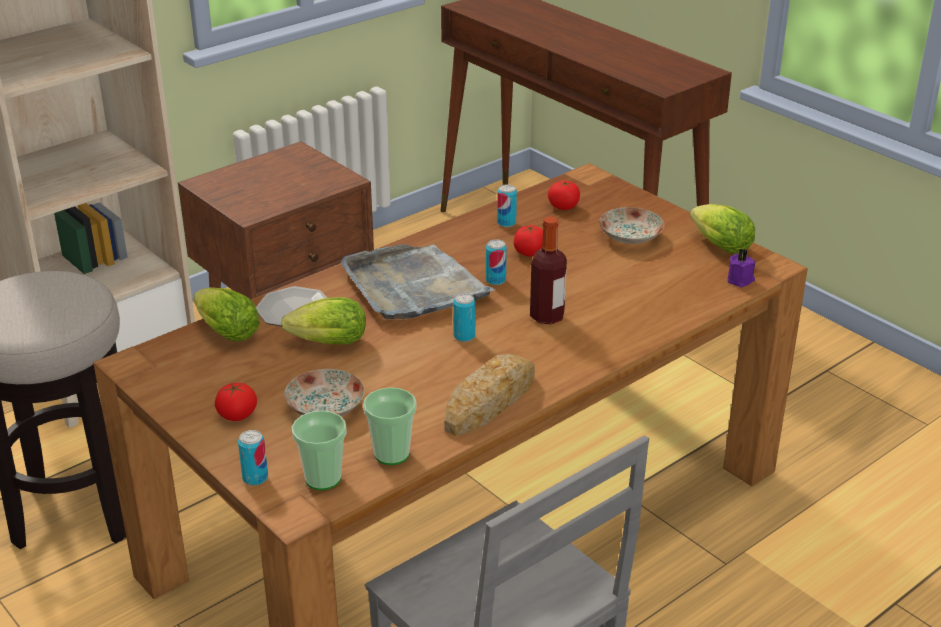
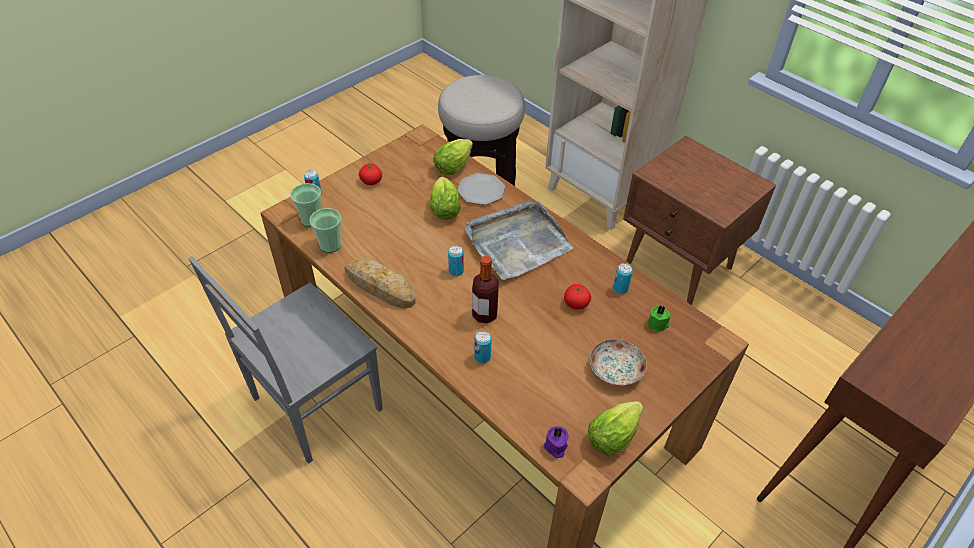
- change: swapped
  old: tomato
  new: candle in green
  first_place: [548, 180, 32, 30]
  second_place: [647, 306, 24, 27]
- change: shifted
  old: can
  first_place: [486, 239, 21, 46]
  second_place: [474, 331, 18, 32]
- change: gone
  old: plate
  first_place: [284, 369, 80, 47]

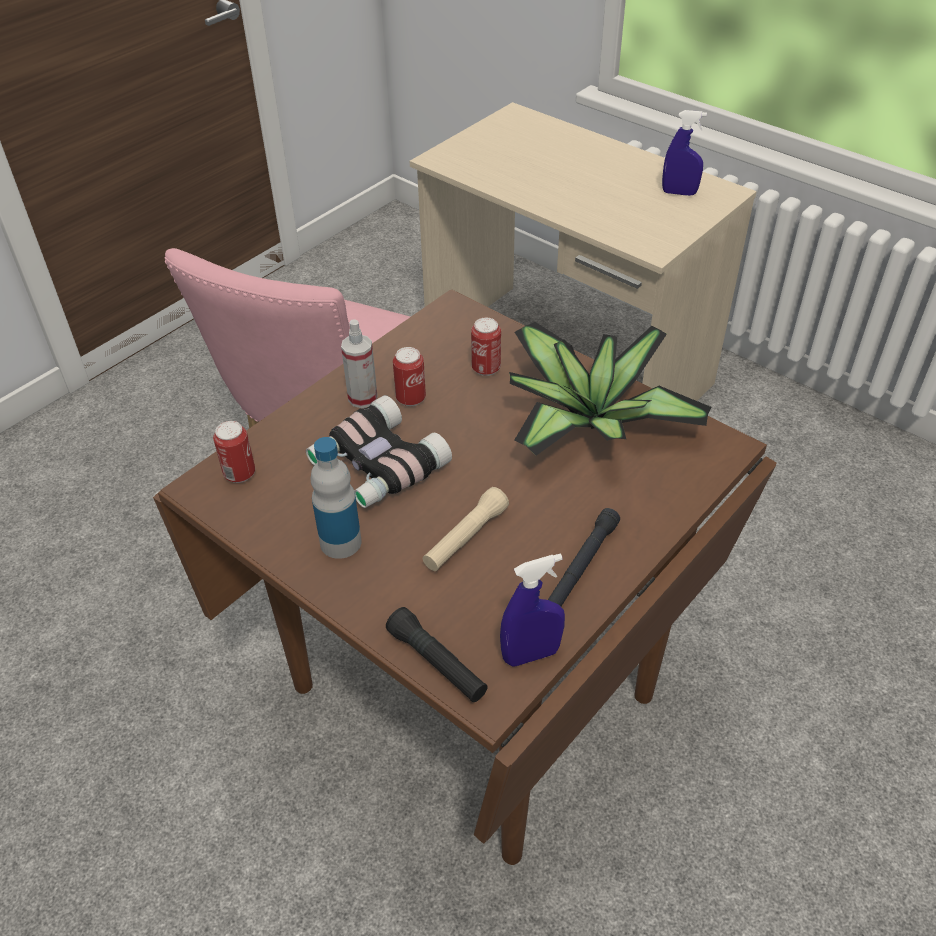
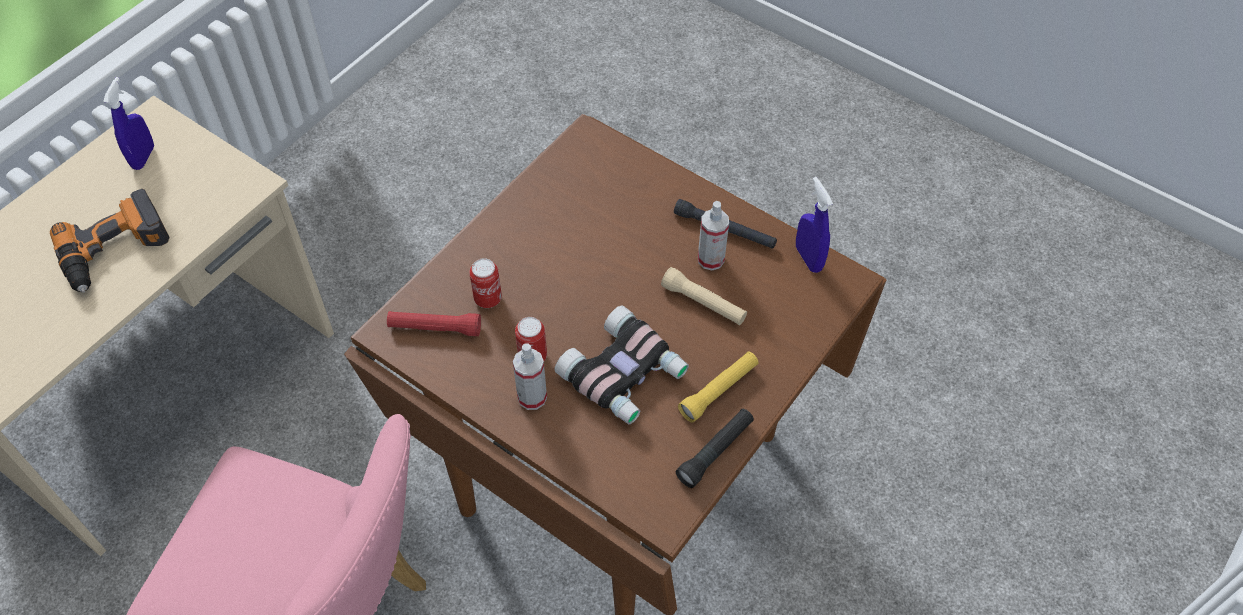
- change: gone
  old: potted plant
  first_place: [509, 322, 202, 134]
- change: gone
  old: can
  first_place: [213, 421, 42, 62]
- change: swapped
  old: bottle
  new: flashlight in yellow
  first_place: [311, 437, 51, 122]
  second_place: [678, 351, 81, 72]
- change: shifted
  old: flashlight in black
  first_place: [386, 607, 102, 95]
  second_place: [676, 409, 78, 79]
- change: new
  new: power drill
  second_place: [50, 189, 119, 104]
- change: new
  new: spray bottle
  second_place: [698, 201, 31, 69]
- change: new
  new: flashlight in red
  second_place: [387, 311, 94, 25]

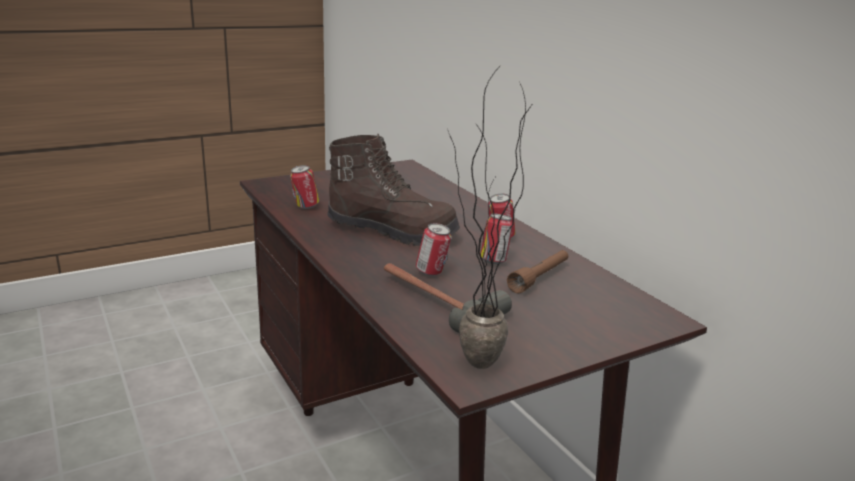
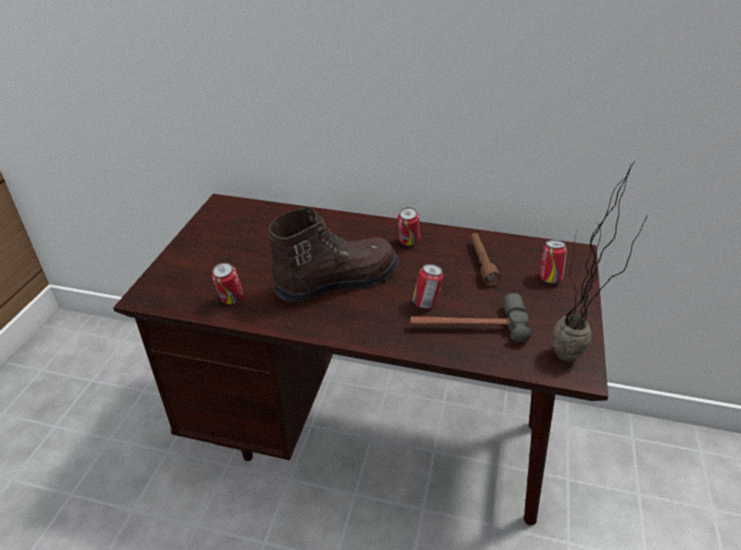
- change: shifted
  old: can
  first_place: [481, 214, 32, 50]
  second_place: [540, 240, 27, 44]

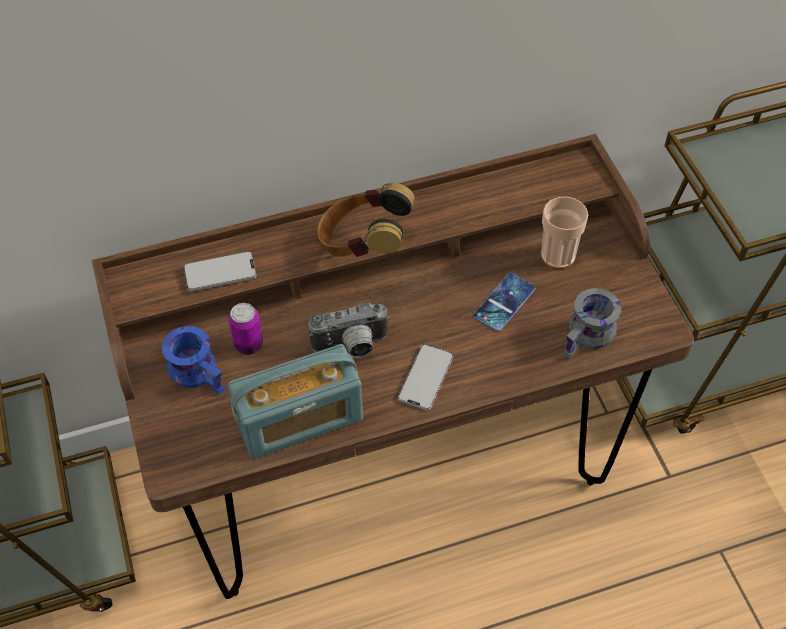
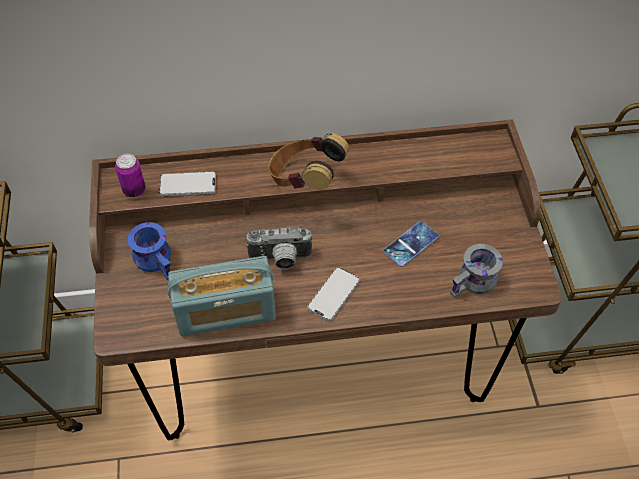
- change: gone
  old: cup
  first_place: [541, 196, 47, 73]
- change: shifted
  old: can
  first_place: [229, 303, 34, 52]
  second_place: [115, 154, 31, 43]

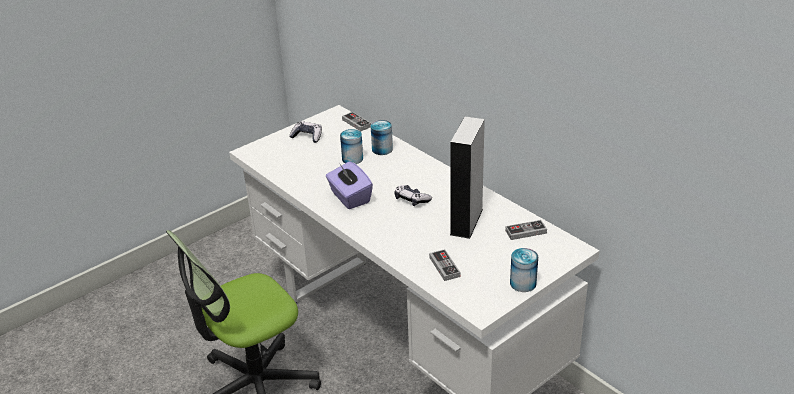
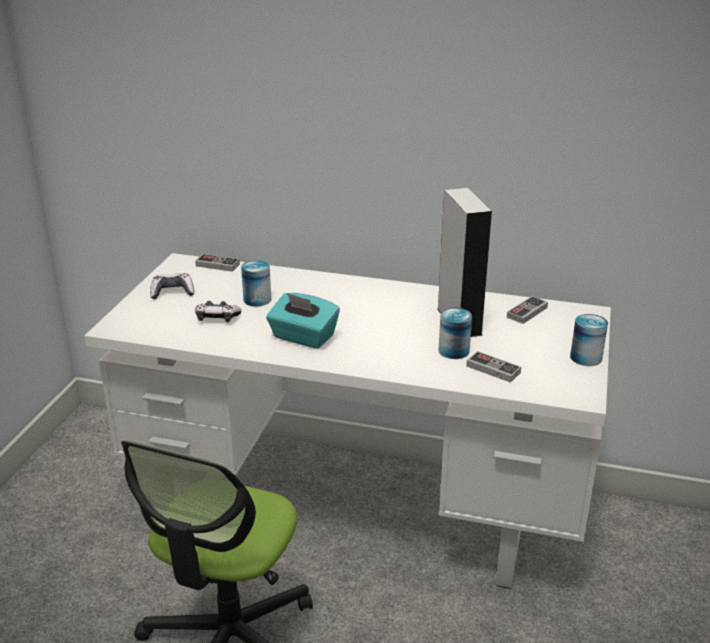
- change: shifted
  old: can
  first_place: [371, 120, 22, 35]
  second_place: [439, 308, 33, 51]
- change: repainted
  old: tissue box in purple
  new: tissue box in turquoise
  first_place: [326, 161, 47, 48]
  second_place: [266, 293, 74, 56]
- change: shifted
  old: game controller
  first_place: [394, 185, 38, 21]
  second_place: [195, 301, 46, 21]

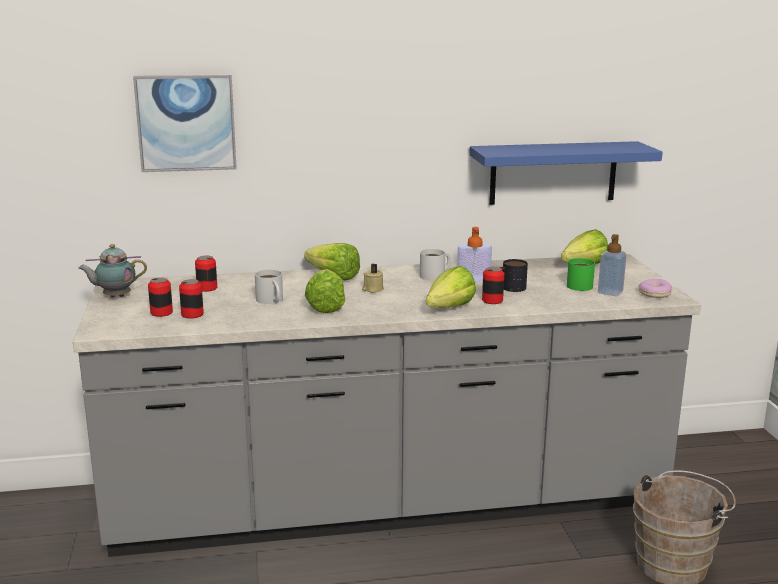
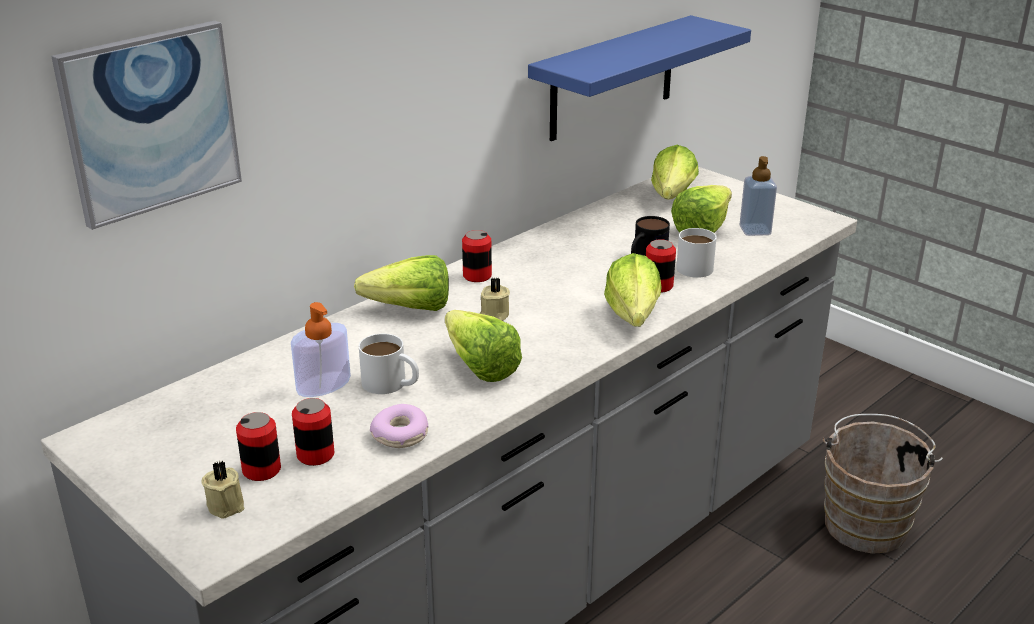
- change: shifted
  old: soap dispenser
  first_place: [457, 227, 35, 54]
  second_place: [291, 302, 60, 95]
- change: gone
  old: teapot
  first_place: [78, 244, 69, 54]
- change: shifted
  old: mug in white
  first_place: [420, 249, 31, 32]
  second_place: [676, 228, 41, 50]
- change: shifted
  old: can
  first_place: [195, 256, 22, 36]
  second_place: [462, 230, 30, 52]
- change: swapped
  old: mug in green
  new: lettuce
  first_place: [567, 258, 28, 33]
  second_place: [671, 185, 61, 48]
- change: shifted
  old: donut
  first_place: [638, 279, 34, 19]
  second_place: [370, 404, 59, 44]
- change: new
  new: candle in beige
  second_place: [202, 461, 42, 58]

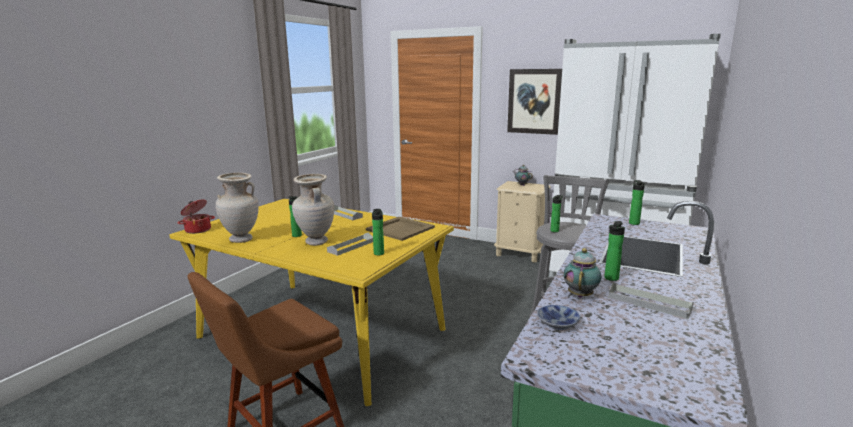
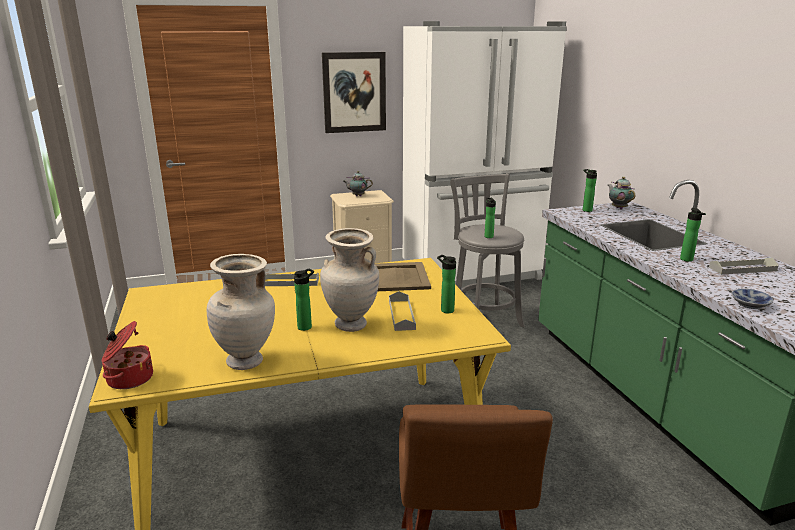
- change: shifted
  old: teapot
  first_place: [563, 248, 38, 50]
  second_place: [608, 177, 28, 32]

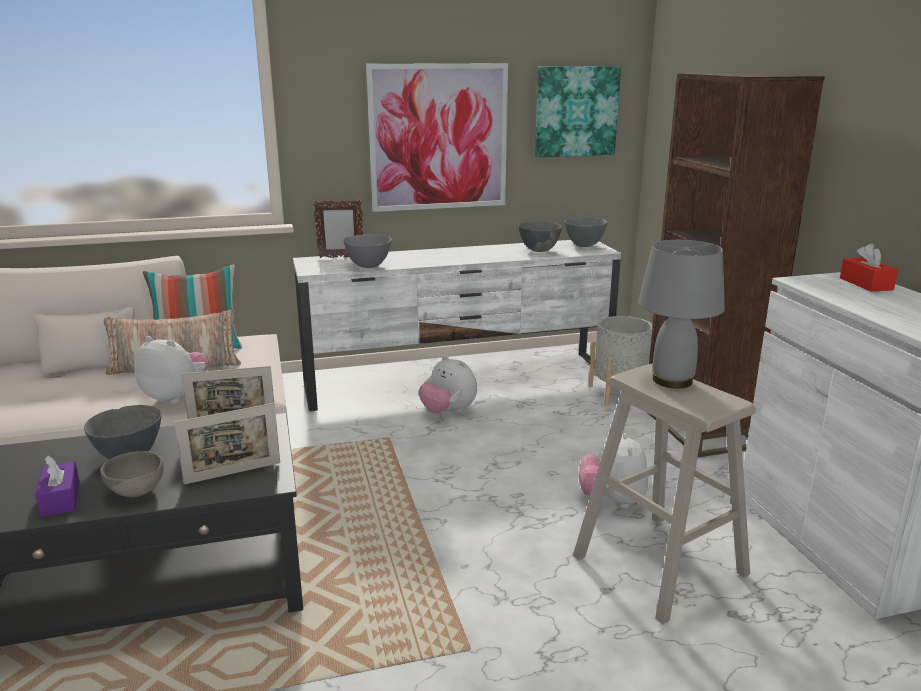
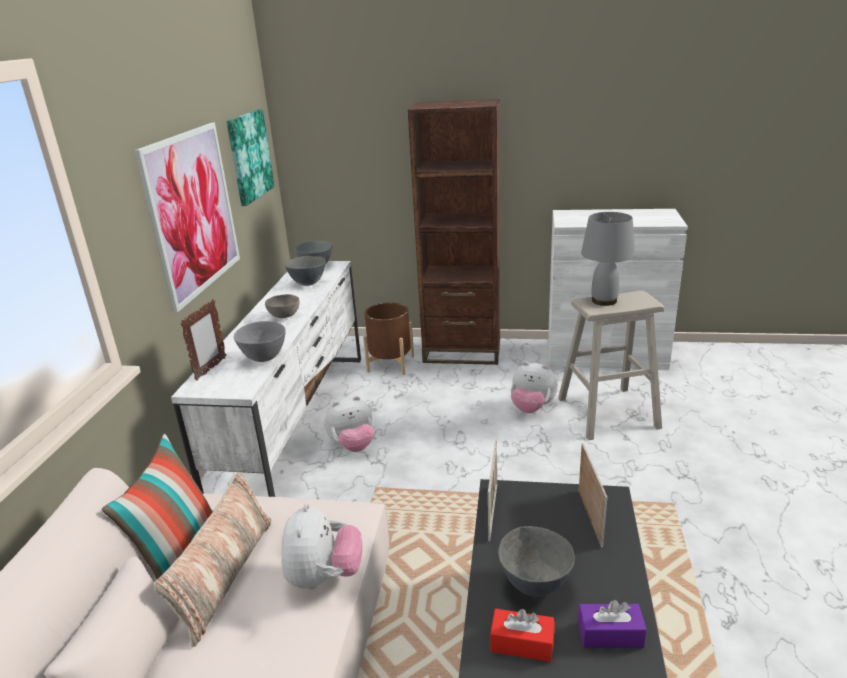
- change: shifted
  old: tissue box in red
  first_place: [840, 243, 58, 49]
  second_place: [490, 609, 65, 53]
- change: repainted
  old: planter in grey
  new: planter in brown
  first_place: [589, 316, 64, 90]
  second_place: [363, 302, 51, 73]
- change: rotated
  old: plush toy
  first_place: [134, 336, 74, 68]
  second_place: [281, 503, 81, 86]
  degrees: 135
- change: shifted
  old: bowl in grey
  first_place: [100, 451, 63, 46]
  second_place: [265, 294, 35, 24]

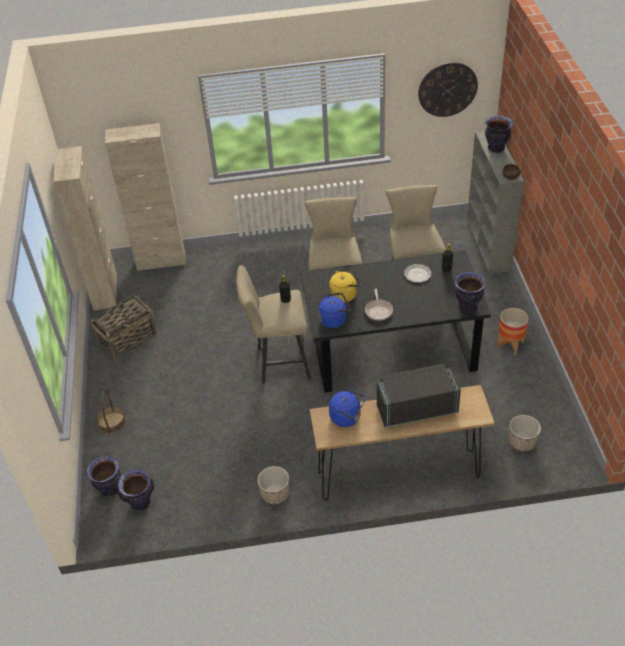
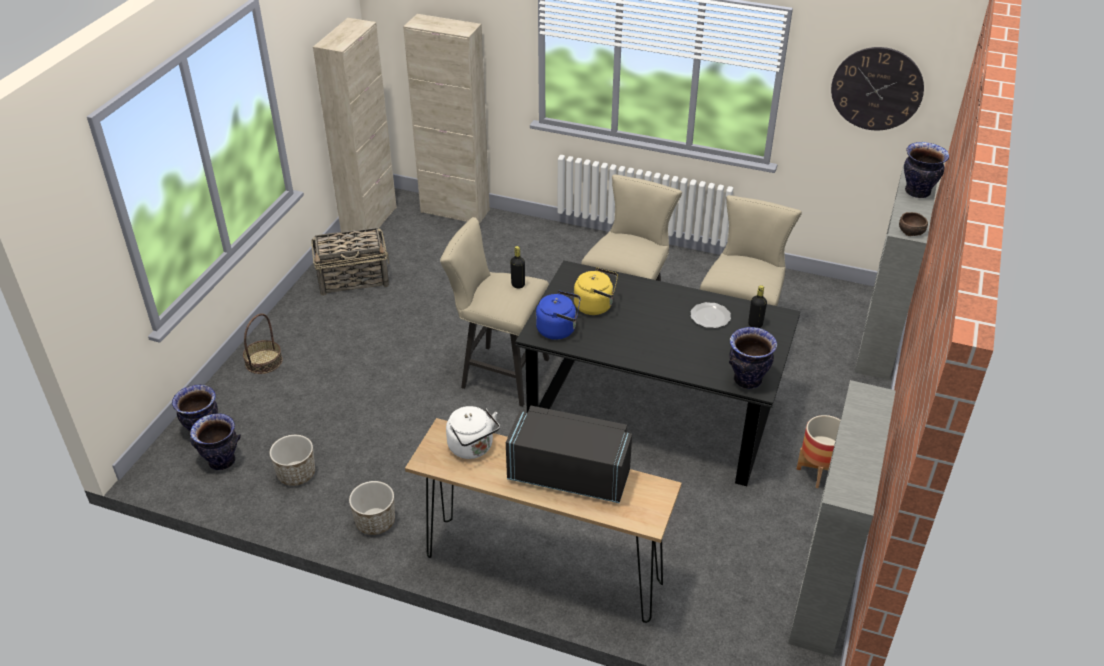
- change: gone
  old: frying pan
  first_place: [365, 289, 28, 32]
- change: repainted
  old: kettle in blue
  new: kettle in white
  first_place: [329, 389, 37, 38]
  second_place: [446, 406, 54, 53]
- change: shifted
  old: planter
  first_place: [509, 415, 32, 37]
  second_place: [270, 435, 45, 51]
- change: new
  new: bookcase in grey
  second_place: [788, 380, 108, 277]

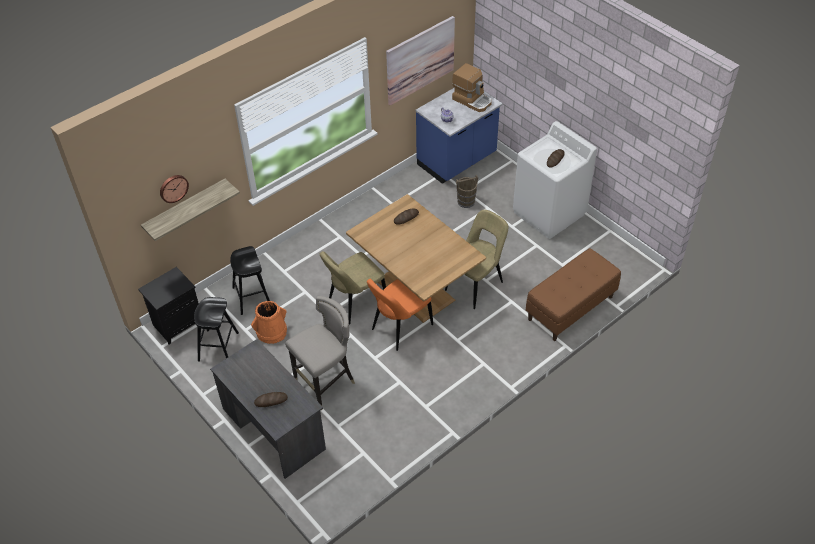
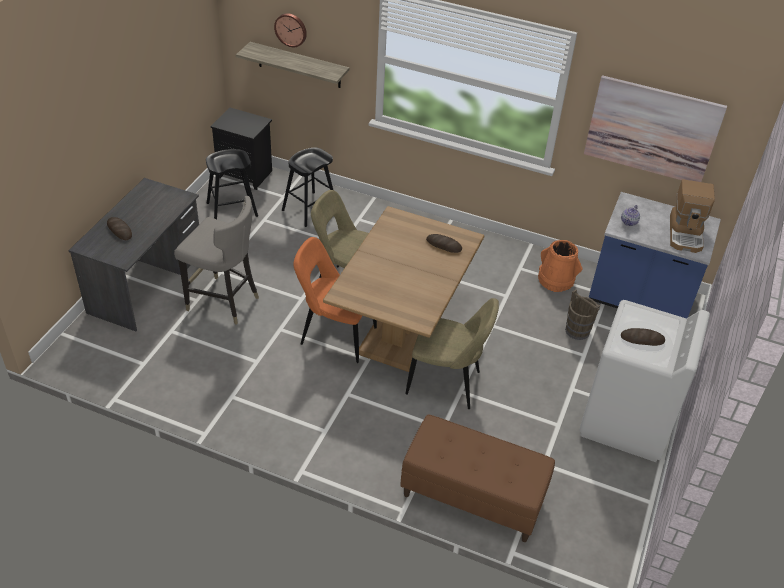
- change: shifted
  old: bucket in orange
  first_place: [251, 301, 36, 43]
  second_place: [538, 240, 45, 52]

